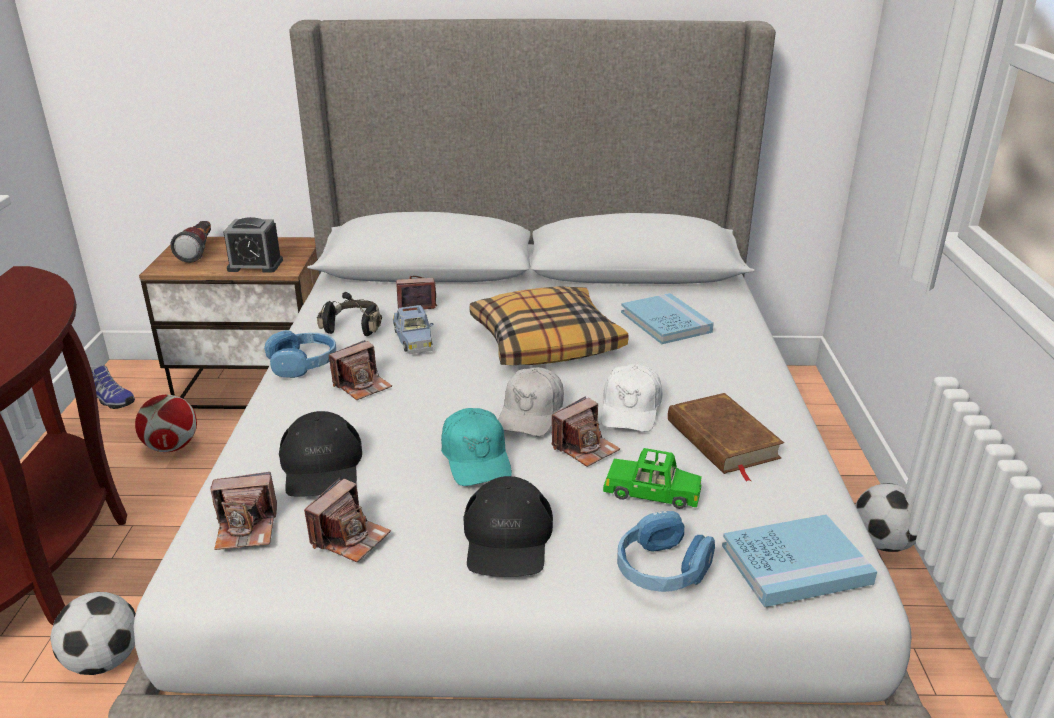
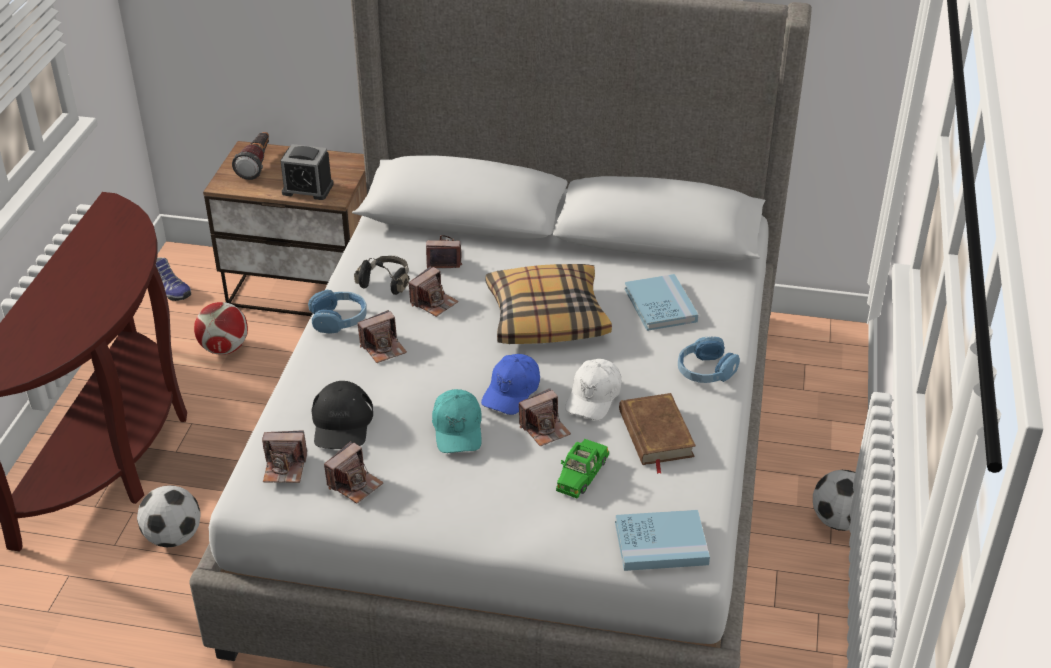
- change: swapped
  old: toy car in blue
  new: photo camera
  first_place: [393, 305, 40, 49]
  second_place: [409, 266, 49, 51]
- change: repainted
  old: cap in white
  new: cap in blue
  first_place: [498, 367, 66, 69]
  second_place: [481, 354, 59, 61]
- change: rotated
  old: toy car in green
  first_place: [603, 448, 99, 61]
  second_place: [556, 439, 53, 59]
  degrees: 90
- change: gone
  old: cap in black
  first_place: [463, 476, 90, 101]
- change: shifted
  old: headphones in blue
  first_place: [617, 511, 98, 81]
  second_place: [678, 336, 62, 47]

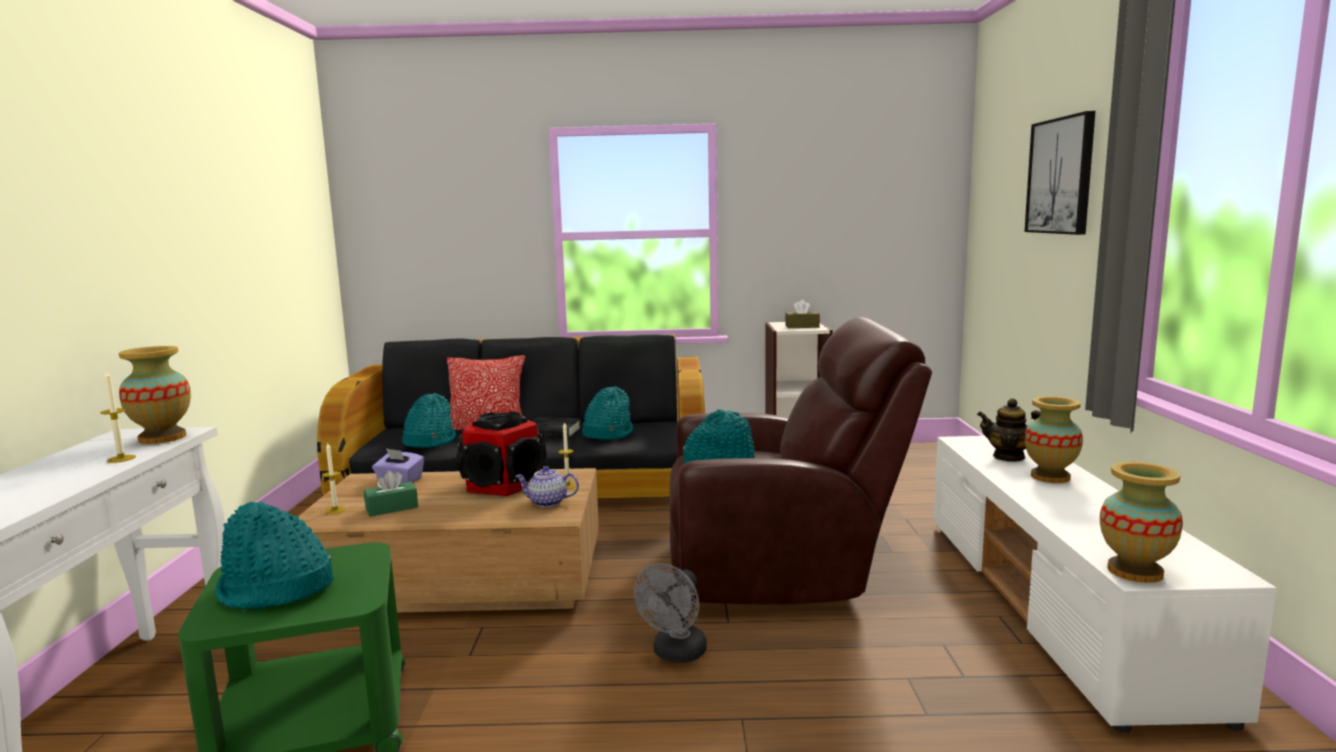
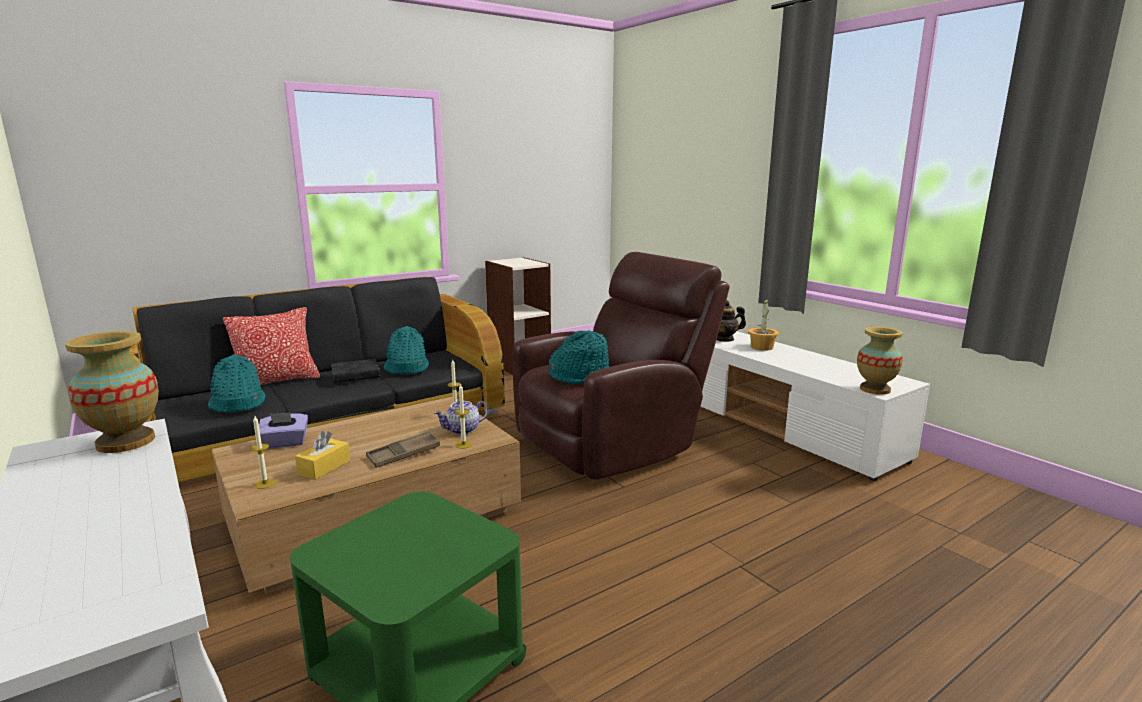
- change: gone
  old: picture
  first_place: [1024, 111, 72, 124]
- change: gone
  old: tissue box in brown
  first_place: [785, 300, 35, 28]
- change: shifted
  old: candle
  first_place: [101, 370, 35, 93]
  second_place: [454, 384, 19, 65]
- change: swapped
  old: vase
  new: potted plant
  first_place: [1025, 396, 58, 87]
  second_place: [748, 298, 31, 53]
- change: gone
  old: speaker
  first_place: [456, 411, 90, 85]
- change: repainted
  old: tissue box in green
  new: tissue box in yellow
  first_place: [364, 471, 54, 46]
  second_place: [295, 431, 55, 49]
- change: gone
  old: hat in turquoise
  first_place: [215, 502, 119, 107]
- change: gone
  old: fan in grey
  first_place: [634, 563, 73, 100]
- change: new
  new: tray in brown
  second_place: [366, 431, 74, 37]

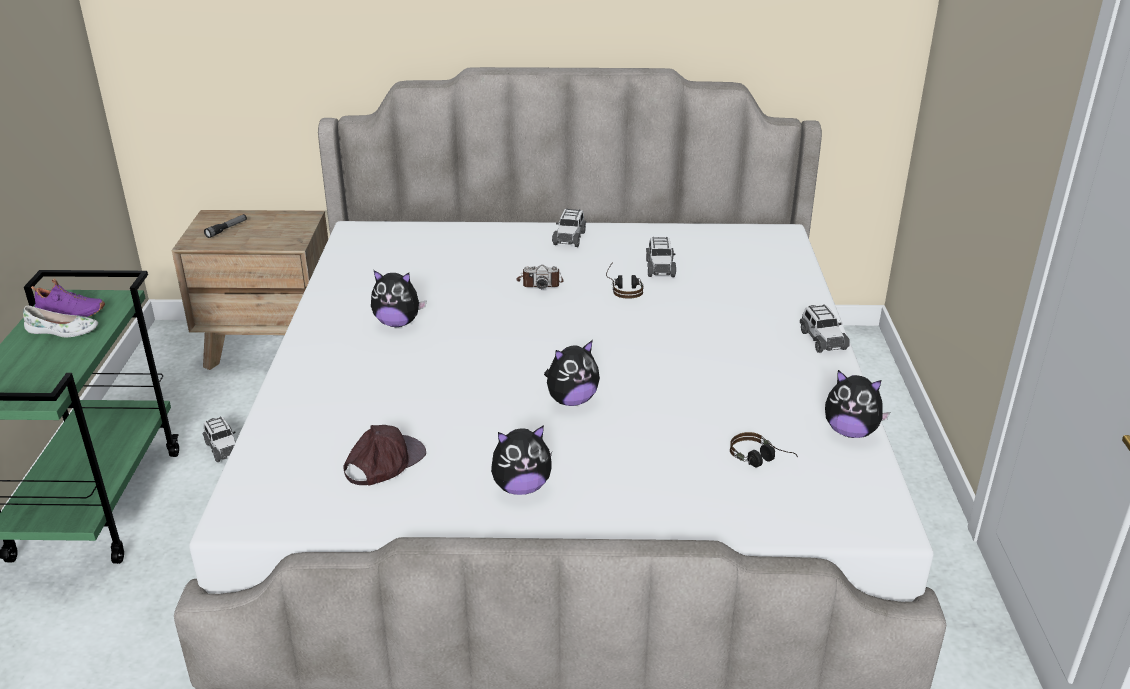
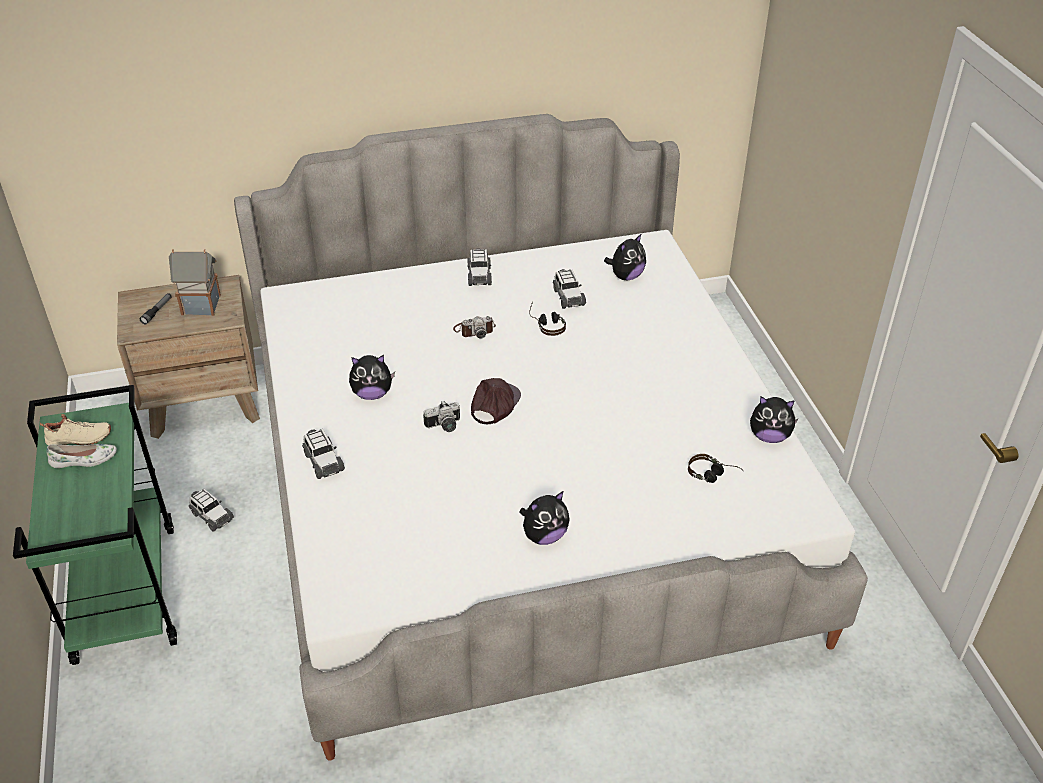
- change: repainted
  old: shoe in purple
  new: shoe in beige
  first_place: [31, 278, 74, 39]
  second_place: [39, 414, 72, 31]
- change: shifted
  old: toy car
  first_place: [800, 304, 50, 49]
  second_place: [302, 429, 43, 50]
- change: shifted
  old: plush toy
  first_place: [544, 340, 56, 66]
  second_place: [604, 233, 42, 47]
- change: shifted
  old: cap in brown
  first_place: [343, 425, 83, 61]
  second_place: [471, 378, 50, 46]
- change: new
  new: toy house
  second_place: [169, 249, 52, 67]
- change: new
  new: photo camera
  second_place: [423, 401, 37, 31]

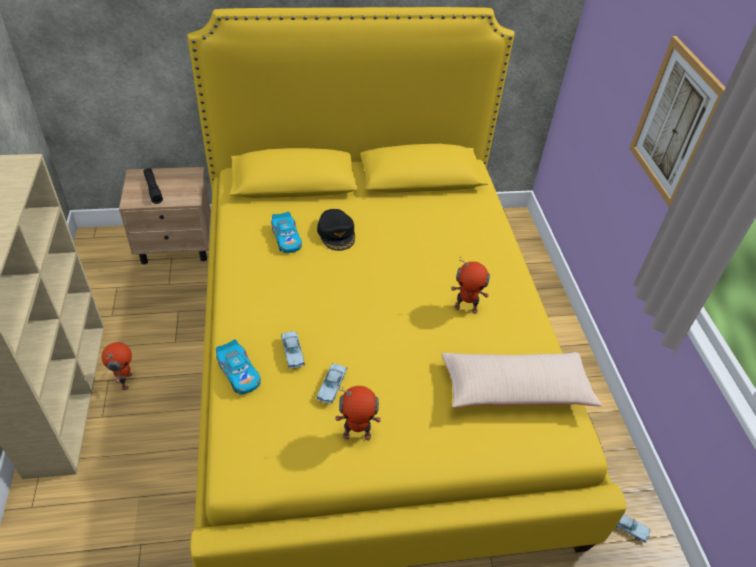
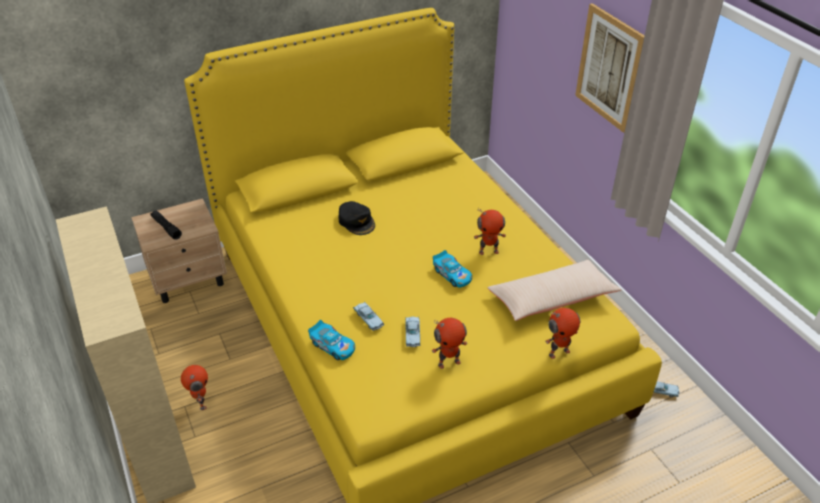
- change: shifted
  old: toy car
  first_place: [271, 212, 31, 41]
  second_place: [433, 250, 39, 38]
- change: new
  new: toy robot
  second_place: [545, 308, 35, 51]

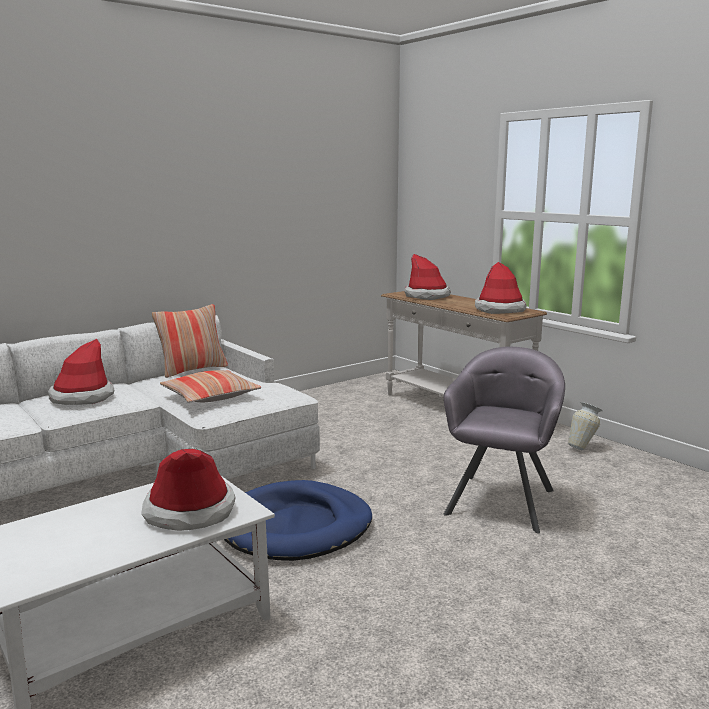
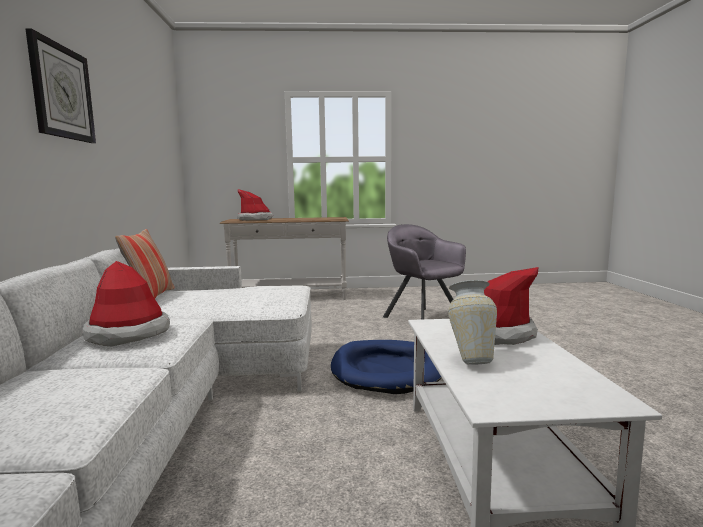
- change: gone
  old: hat
  first_place: [475, 262, 52, 52]
- change: gone
  old: pillow
  first_place: [160, 370, 101, 33]
- change: shifted
  old: vase
  first_place: [568, 402, 35, 48]
  second_place: [448, 280, 49, 85]
- change: new
  new: wall clock
  second_place: [25, 28, 71, 115]

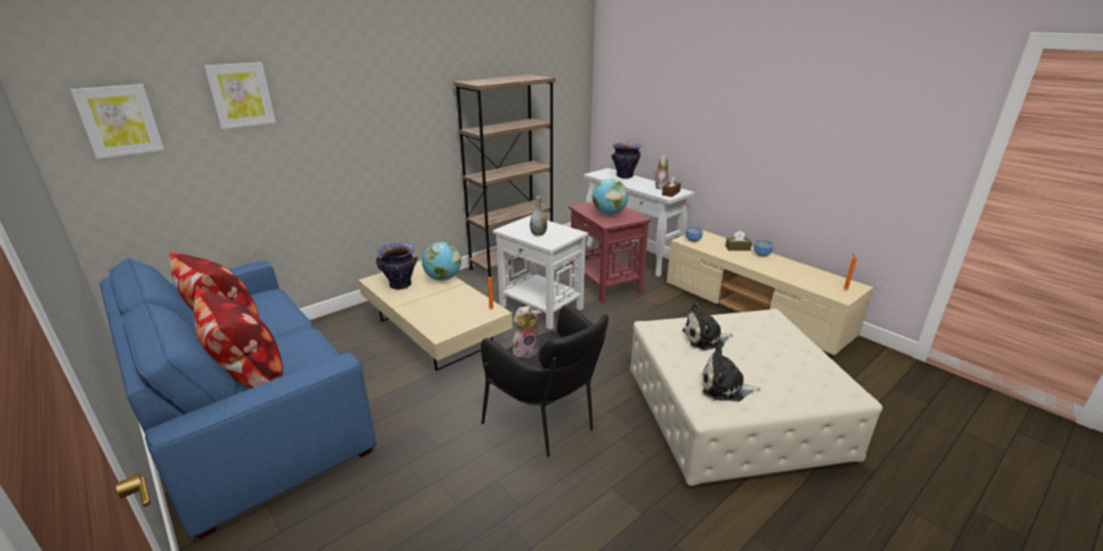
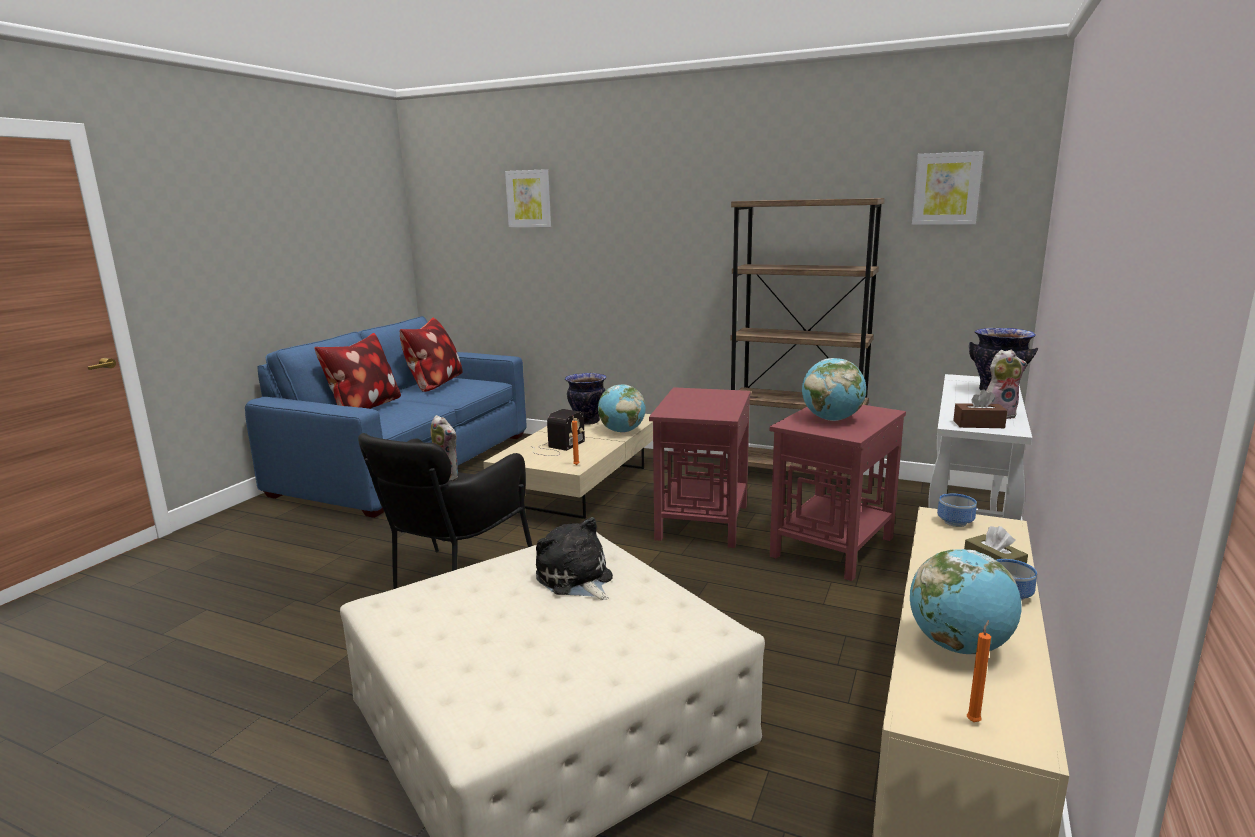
- change: shifted
  old: picture
  first_place: [70, 84, 94, 75]
  second_place: [912, 151, 72, 74]
- change: gone
  old: vase in grey
  first_place: [530, 196, 17, 40]
- change: repainted
  old: side table in white
  new: side table in red
  first_place: [493, 215, 95, 114]
  second_place: [649, 387, 102, 161]
- change: gone
  old: plush toy
  first_place: [702, 345, 59, 57]
- change: new
  new: radio
  second_place: [530, 409, 55, 47]
- change: new
  new: globe
  second_place: [910, 549, 111, 105]

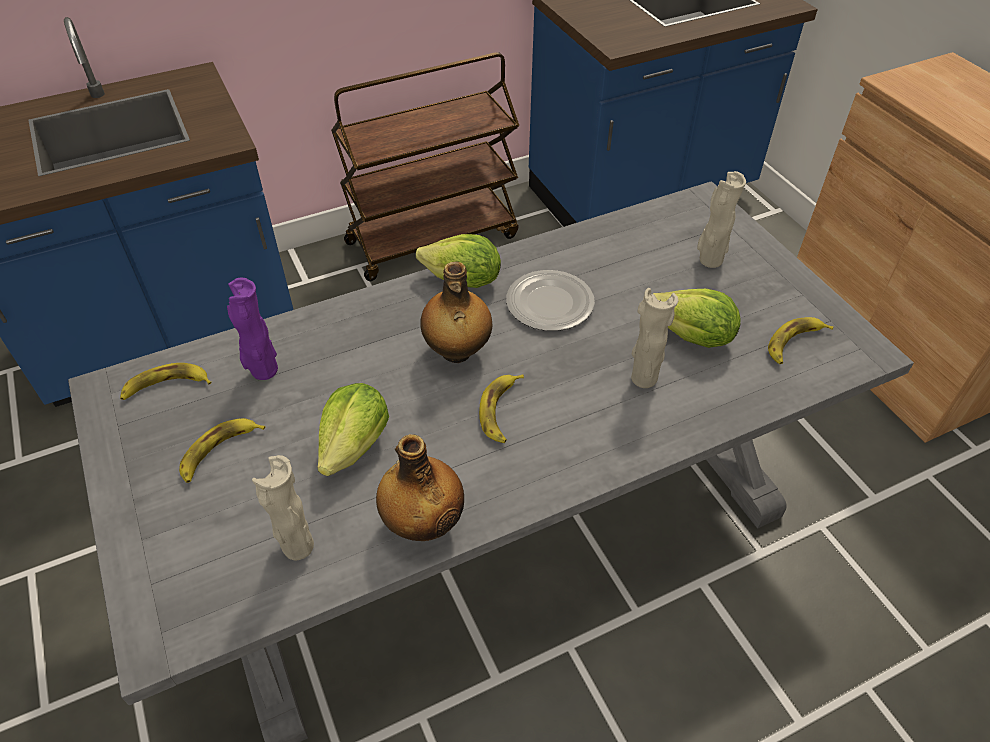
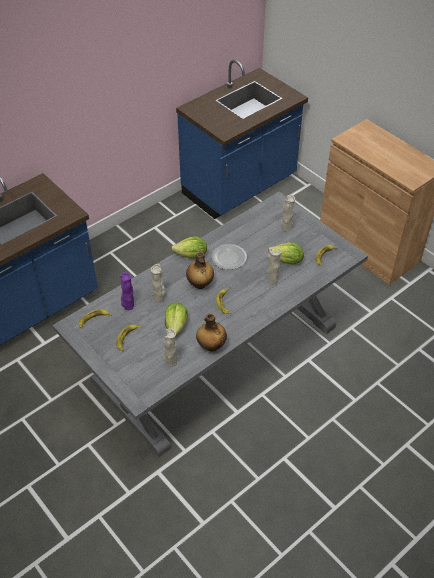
- change: gone
  old: cart in brown
  first_place: [331, 52, 188, 229]
- change: new
  new: vase in beige
  second_place: [151, 264, 16, 38]

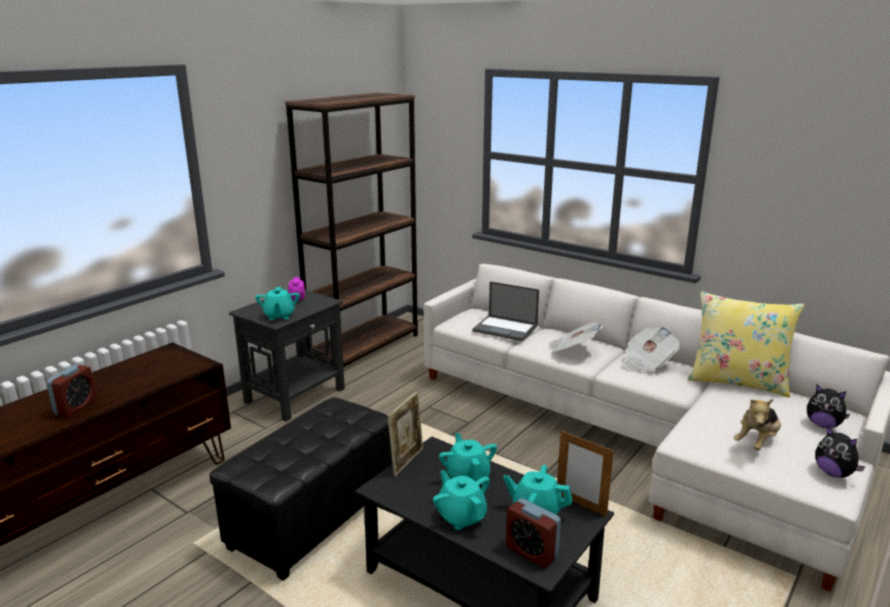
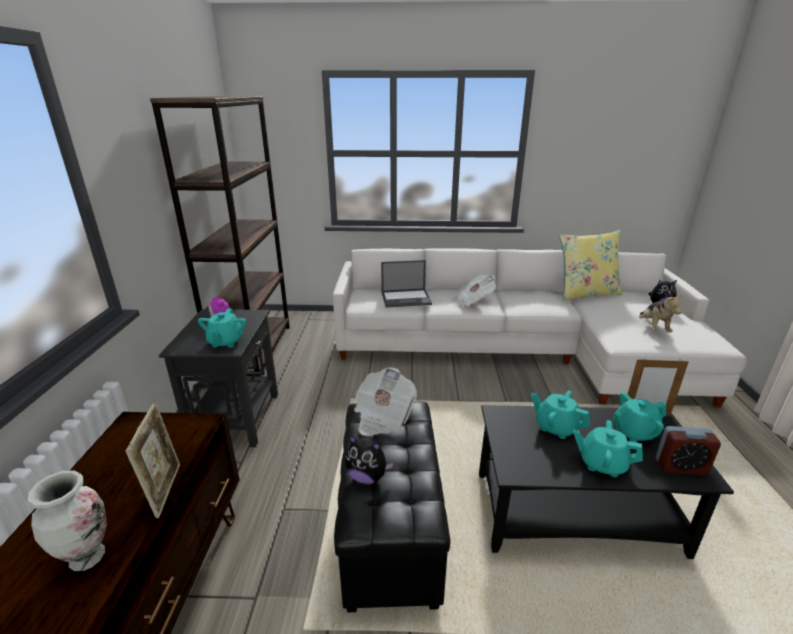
- change: rotated
  old: teapot in turquoise
  first_place: [255, 287, 45, 33]
  second_place: [198, 309, 48, 39]
  degrees: 45
- change: shifted
  old: newspaper
  first_place: [622, 327, 58, 45]
  second_place: [354, 367, 63, 69]
- change: swapped
  old: alarm clock
  new: vase
  first_place: [46, 365, 51, 52]
  second_place: [28, 470, 79, 101]
- change: shifted
  old: picture frame
  first_place: [388, 391, 35, 85]
  second_place: [125, 402, 55, 116]
- change: shifted
  old: plush toy
  first_place: [815, 426, 51, 52]
  second_place: [345, 435, 48, 49]

